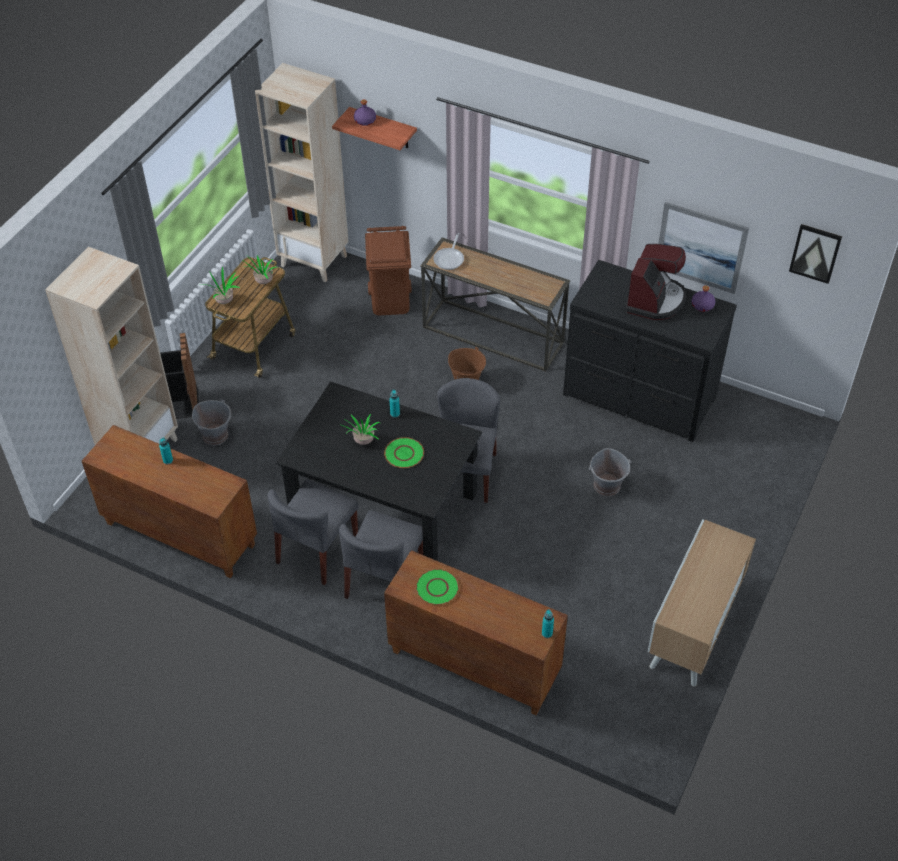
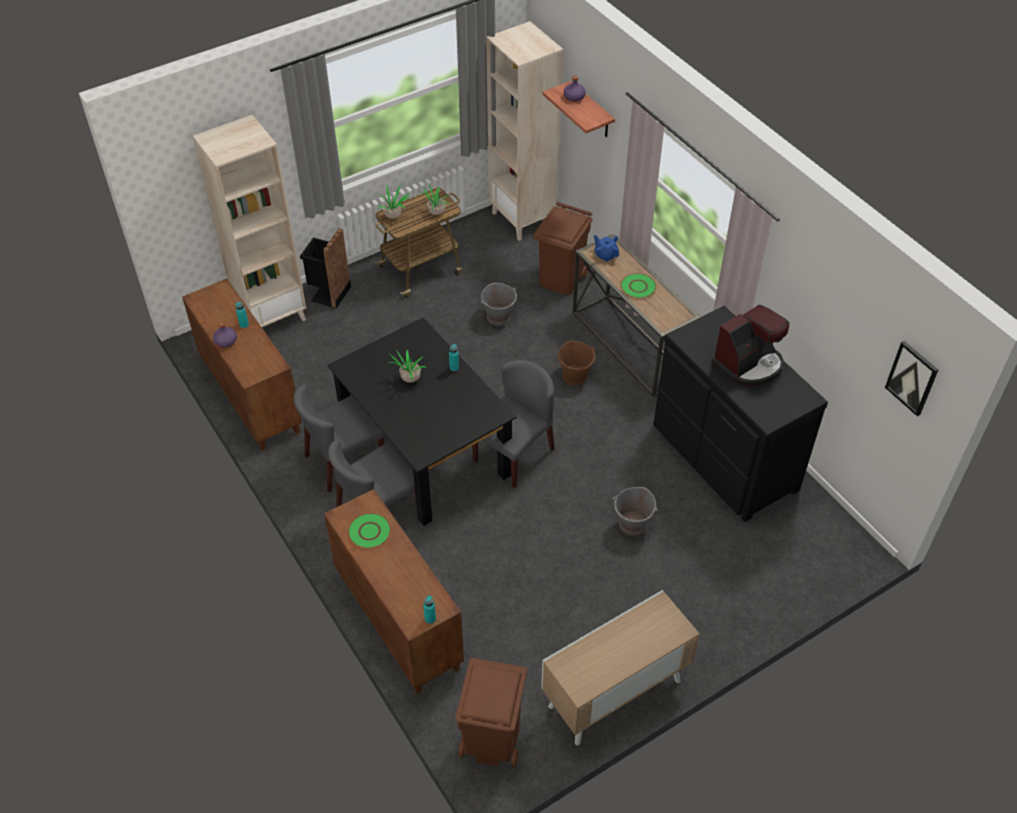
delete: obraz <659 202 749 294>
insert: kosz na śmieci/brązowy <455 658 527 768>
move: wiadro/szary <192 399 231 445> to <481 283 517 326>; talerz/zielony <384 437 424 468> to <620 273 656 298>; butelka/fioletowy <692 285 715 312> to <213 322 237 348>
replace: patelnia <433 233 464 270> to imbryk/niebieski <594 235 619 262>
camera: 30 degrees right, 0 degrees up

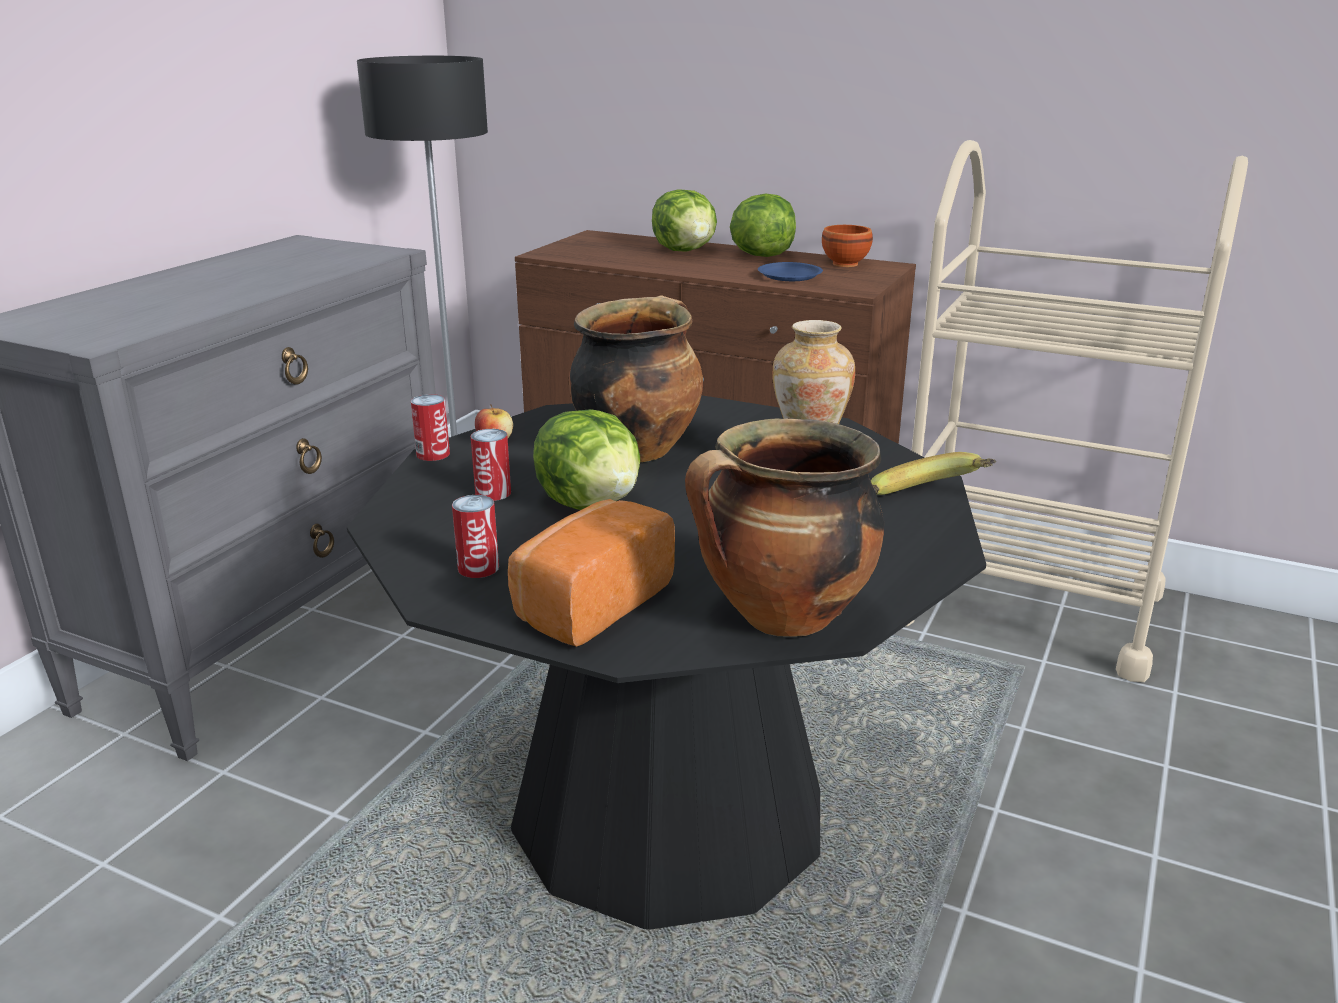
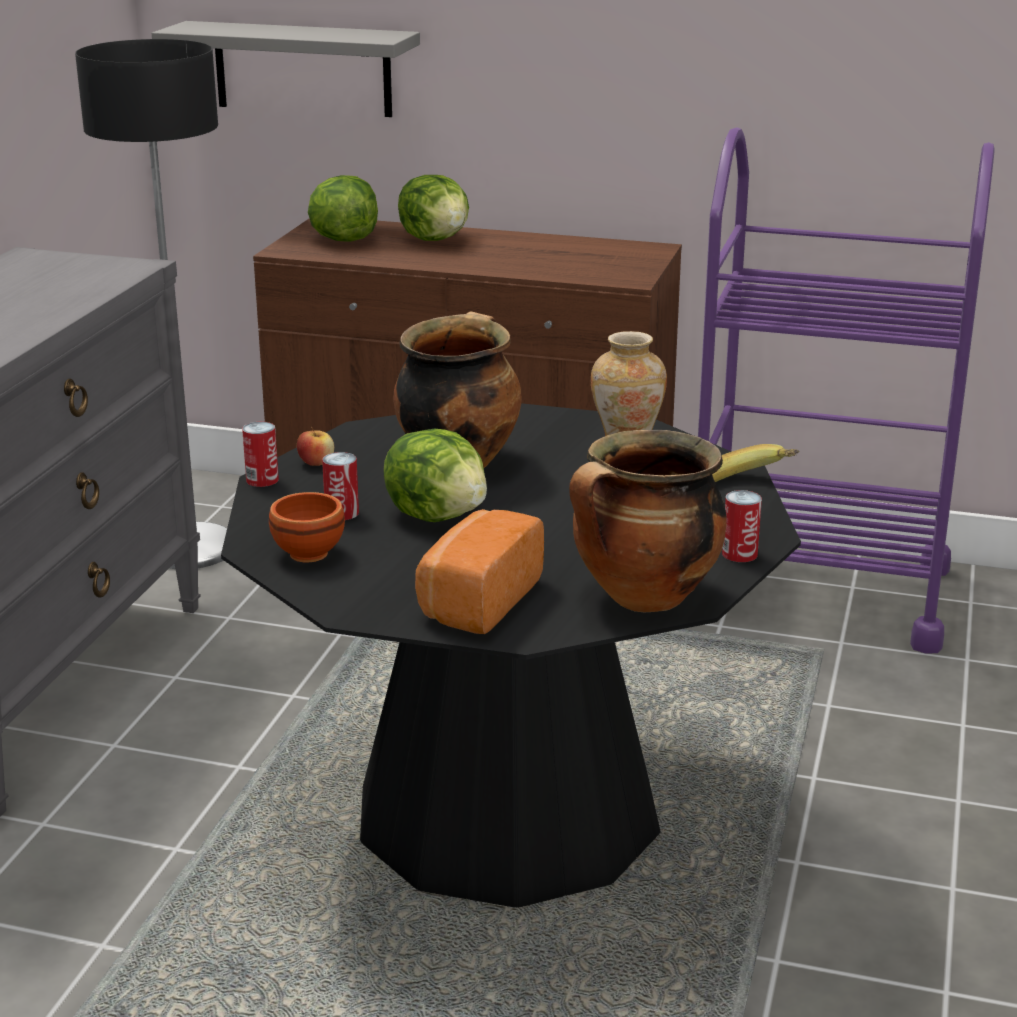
delete: talerz/niebieski <758 262 823 281>
insert: półka/szary <152 21 420 117>
move: puszka <452 495 499 578> to <722 490 762 562>; sałata <730 194 796 257> to <308 175 378 242>; miska/brązowy <822 225 873 267> to <269 492 345 562>
recolor: wózek/beżowy <906 140 1248 682> to wózek/fioletowy <698 127 995 654>
camera: 10 degrees left, 0 degrees up

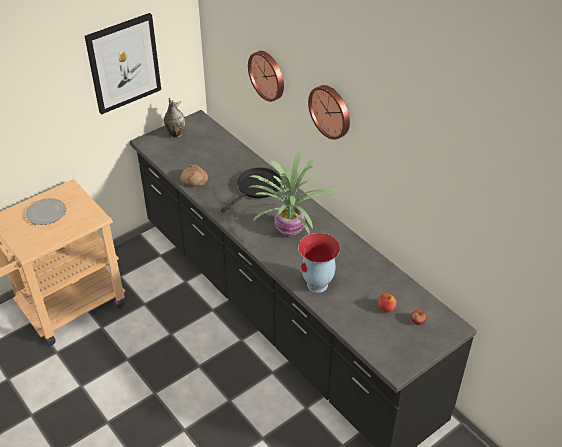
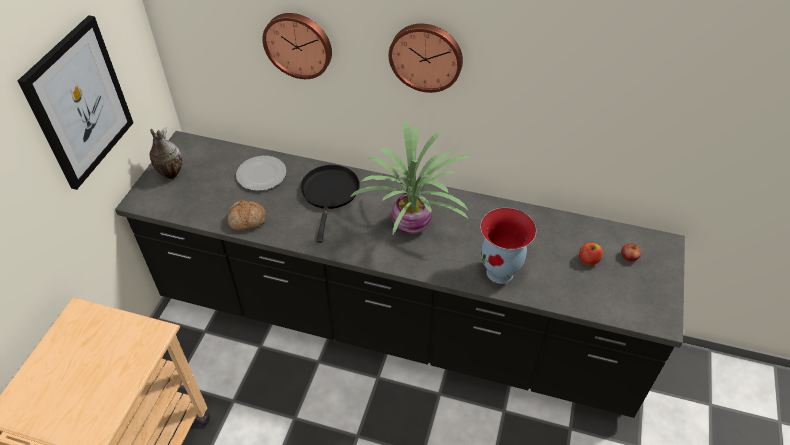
move: talerz <26 198 66 225> to <236 156 286 191>
camera: 35 degrees left, 5 degrees up

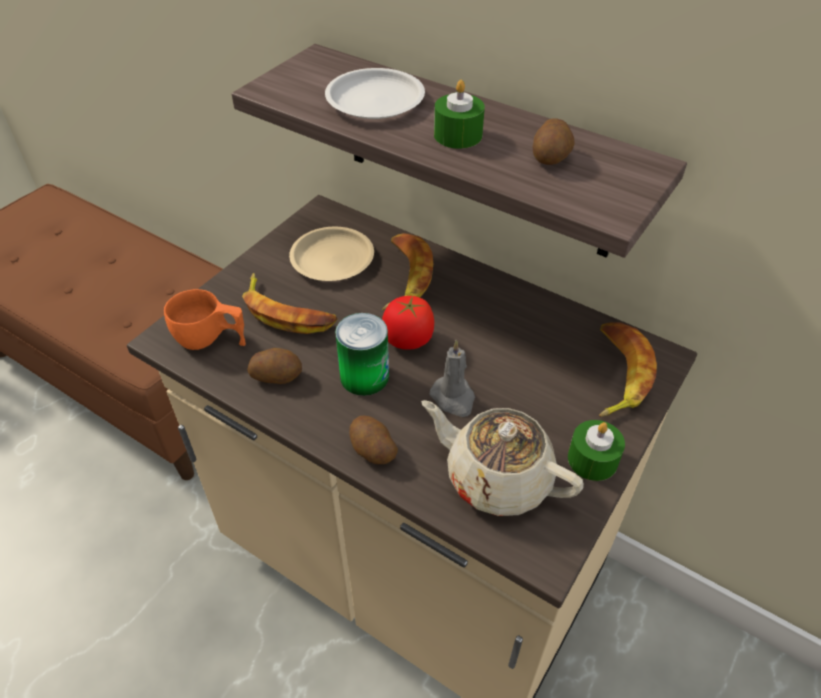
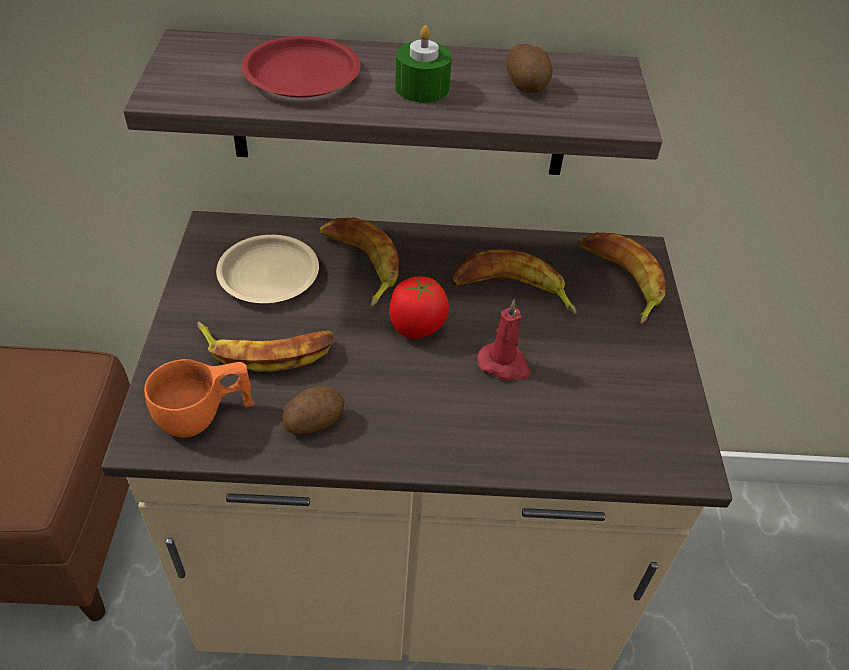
delete: puszka <335 313 389 396>; ziemniak <350 416 398 464>; imbryk/beżowy <421 400 584 516>; świeca/zielony <568 420 625 481>
insert: banan <451 249 577 314>
recolor: talerz/biały <325 68 425 119> to talerz/czerwony <241 36 361 98>; świeca/szary <430 340 475 417> to świeca/czerwony <477 299 531 380>
camera: 35 degrees left, 0 degrees up

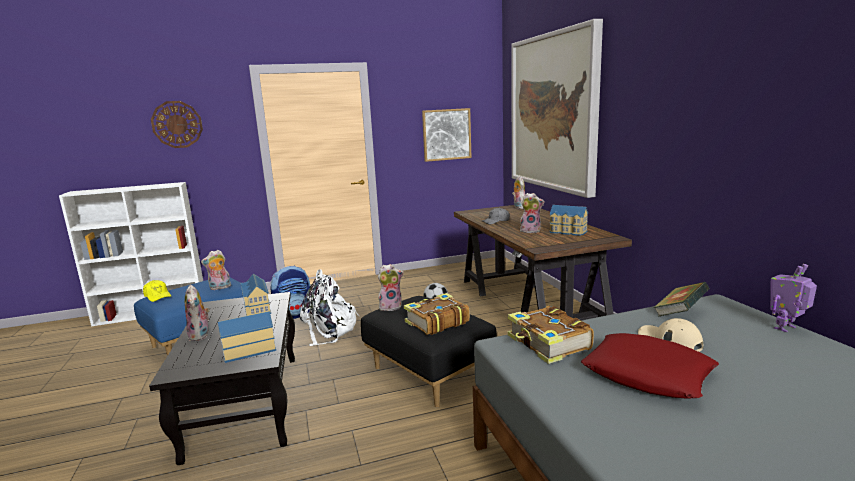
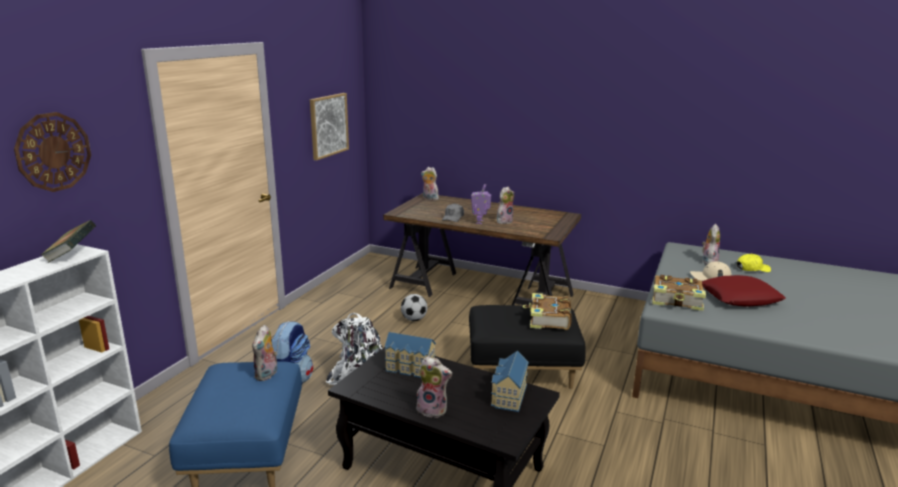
delete: obraz <511 19 603 198>; domek <549 205 588 236>
move: czapka z daszkiem/żółty <143 280 171 302> to <737 254 771 272>; pluszak <378 264 404 311> to <702 224 720 264>; książka <653 282 709 317> to <40 220 96 263>; robot zabawkowy <770 264 817 333> to <471 184 491 224>
camera: 50 degrees left, 5 degrees up

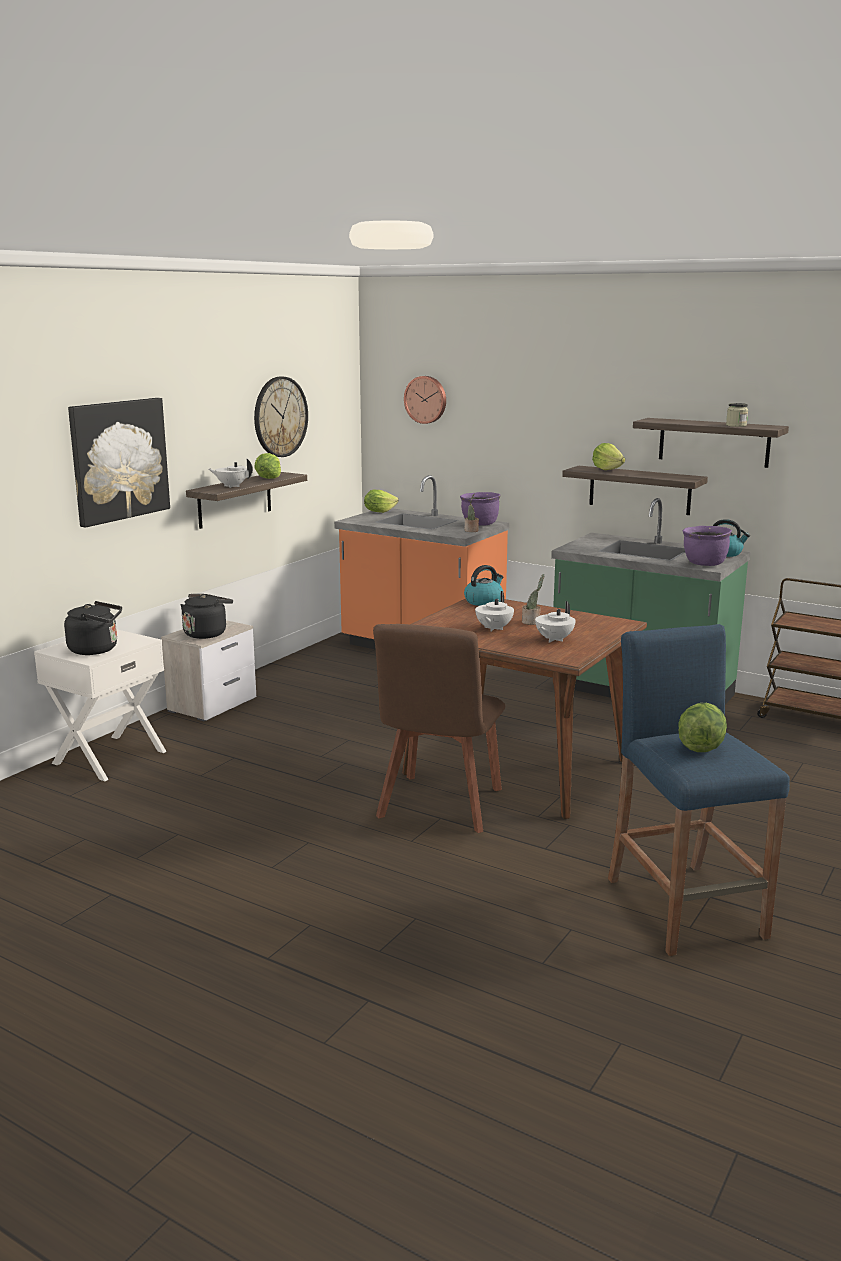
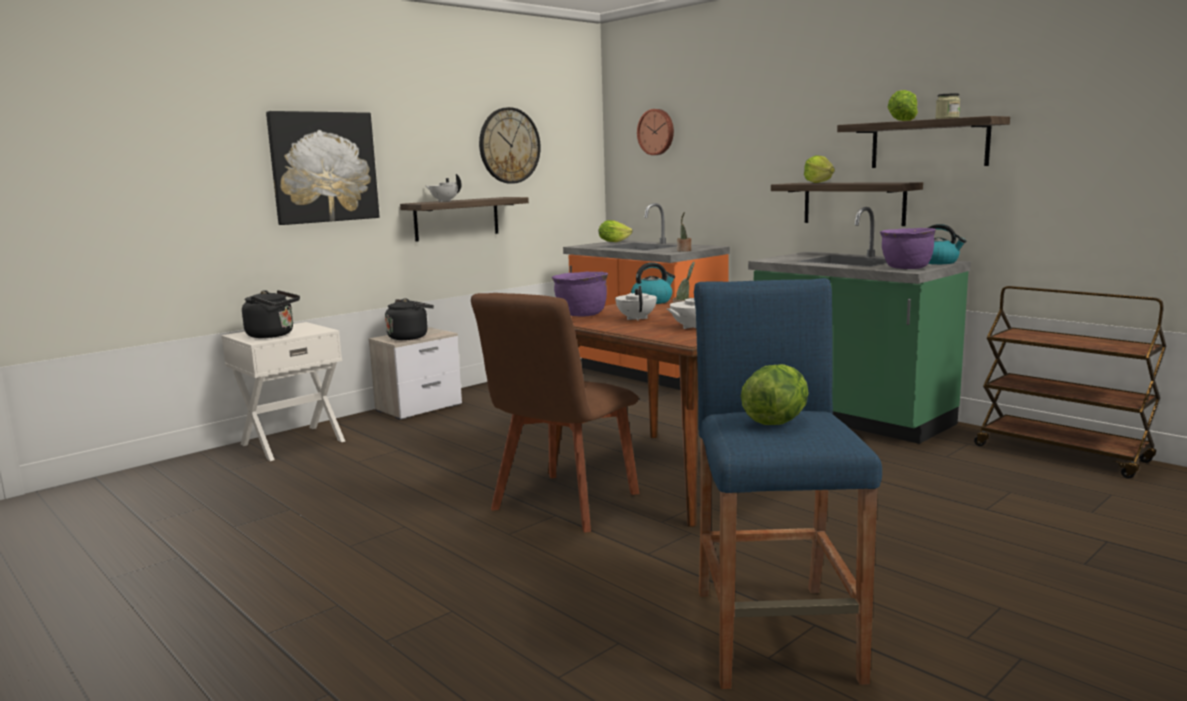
move: sałata <254 453 281 479> to <888 90 918 121>; garnek/fioletowy <460 492 500 526> to <552 271 608 316>
rotate: imbryk/biały <475 591 514 632> = <615 286 657 321> 135 degrees clockwise
camera: 15 degrees right, 5 degrees down

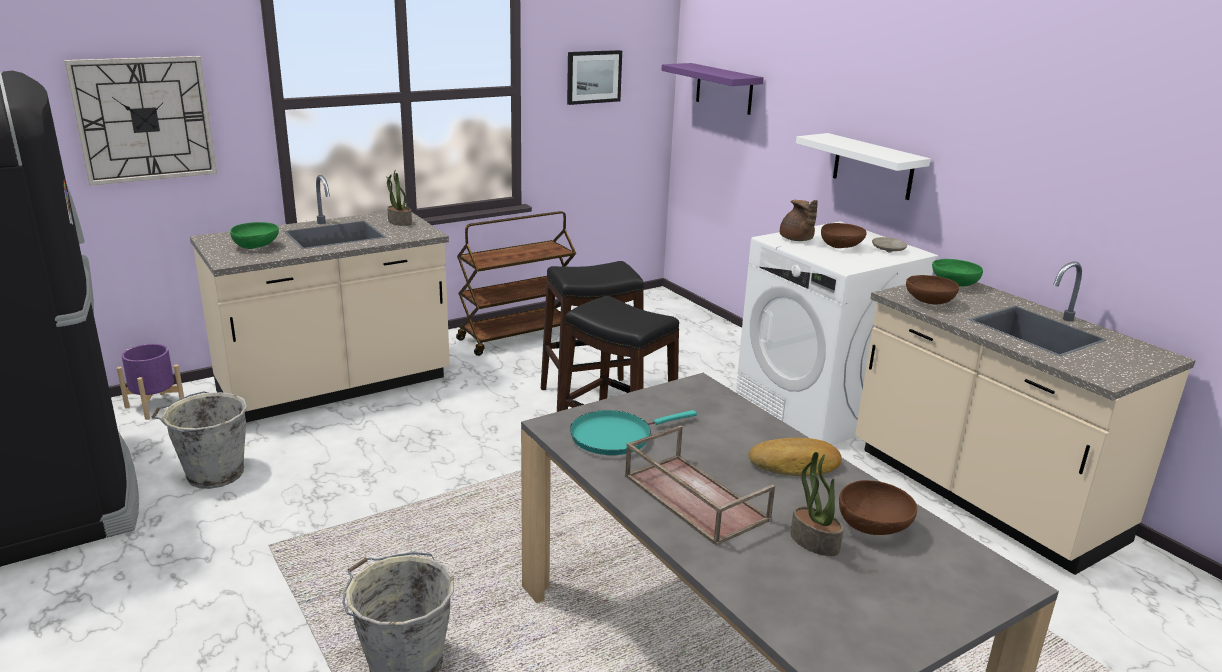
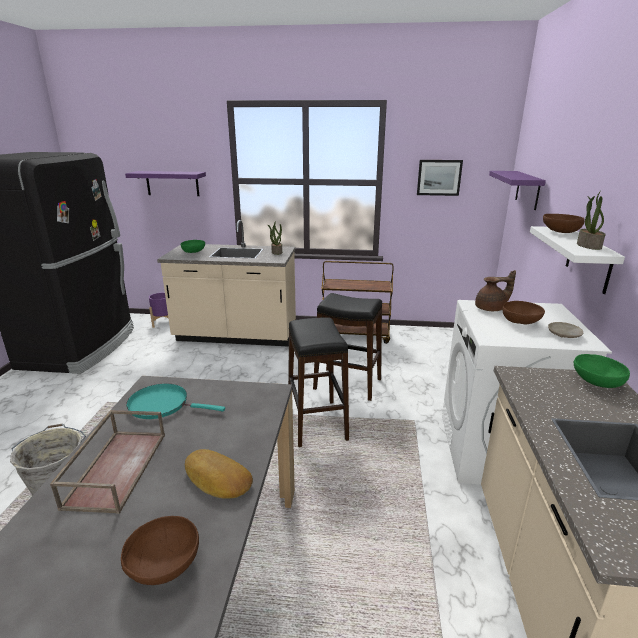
delete: wiadro/szary <152 391 247 489>
move: roślina doniczkowa <790 452 844 556> to <577 191 606 250>; miska/brązowy <906 275 959 305> to <543 214 585 233>
replace: zegar ścienny <64 56 217 186> to półka/fioletowy <125 171 206 196>
rotate: imbryk/brązowy <780 200 818 241> = <475 270 516 311> 120 degrees counterclockwise
camera: 40 degrees right, 0 degrees up

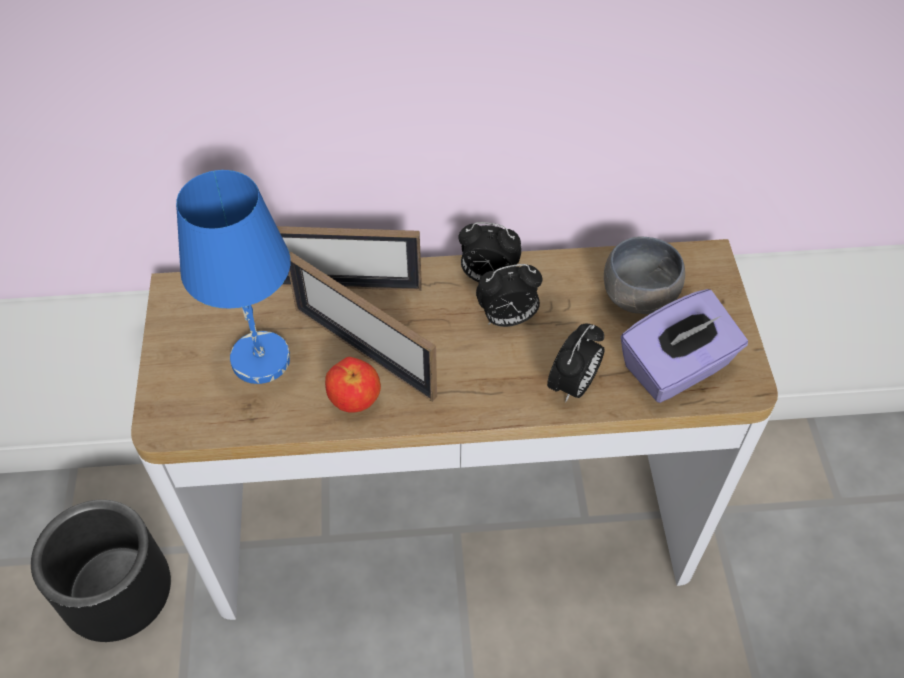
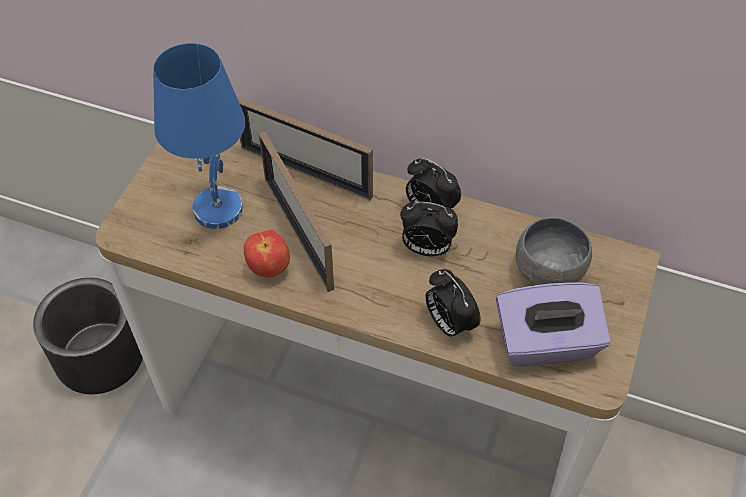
rotate: budzik <547 323 604 403> = <425 269 480 340> 90 degrees clockwise
camera: 25 degrees right, 0 degrees up

